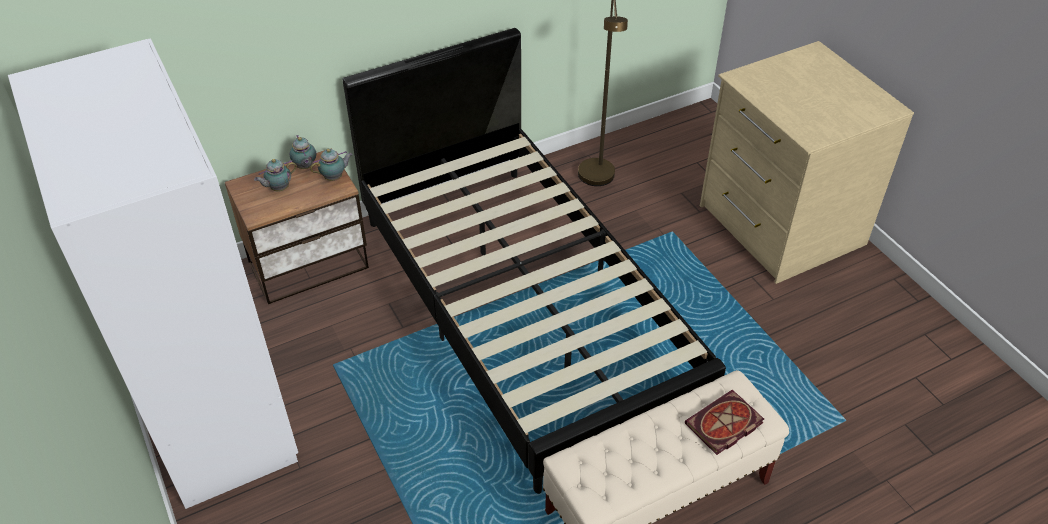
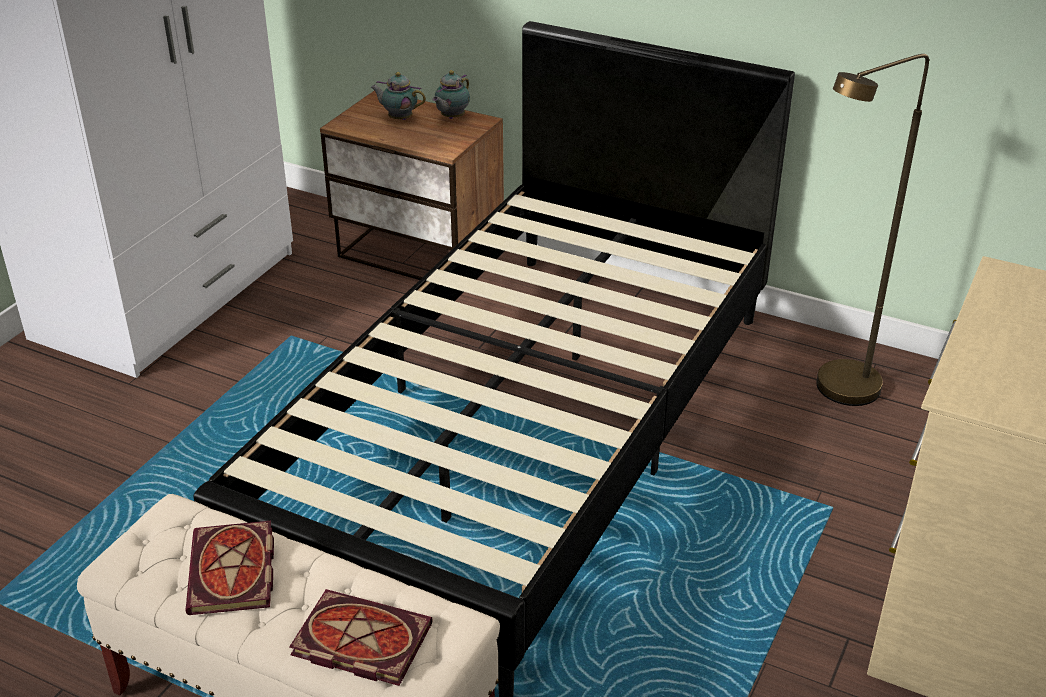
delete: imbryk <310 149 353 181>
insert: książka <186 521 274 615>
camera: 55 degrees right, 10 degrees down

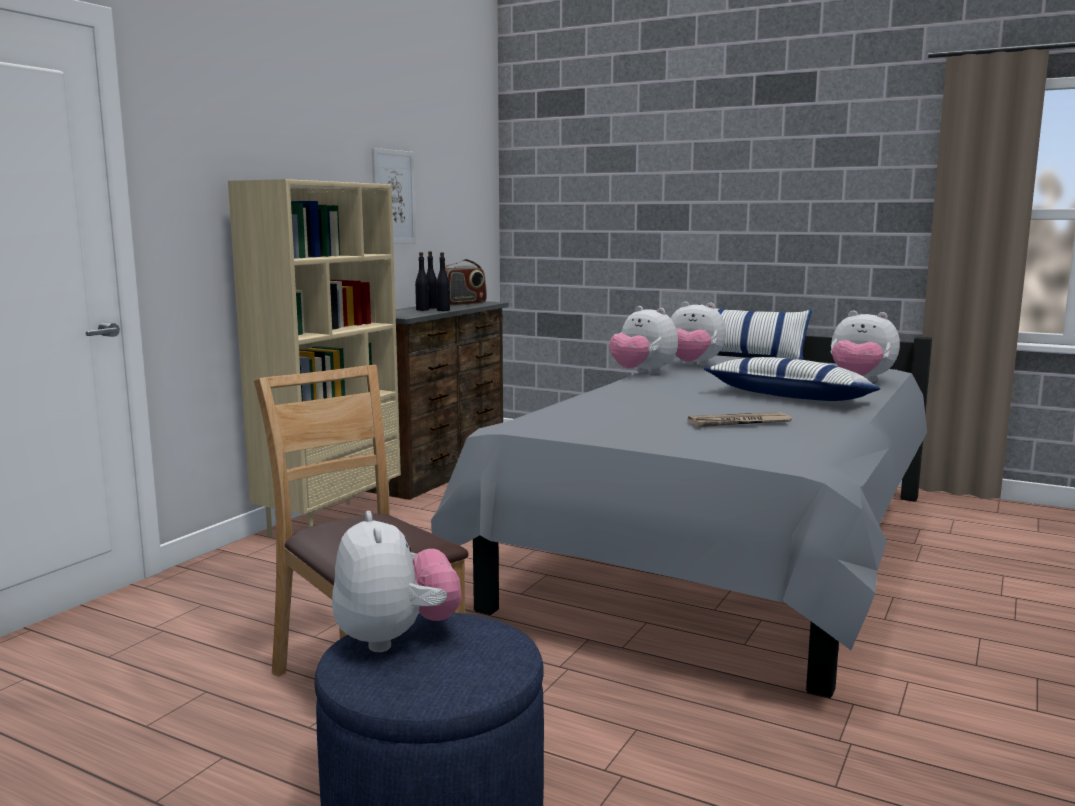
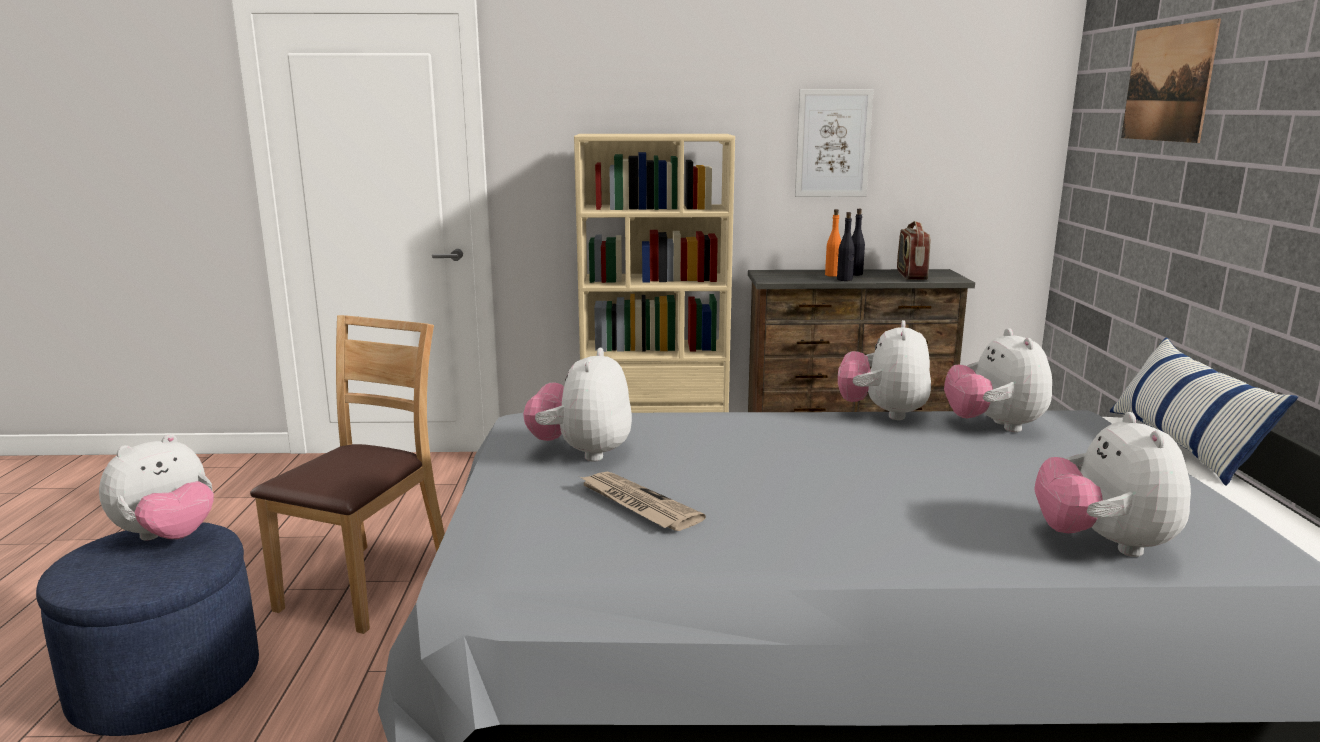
delete: poduszka <704 357 880 401>
insert: pluszak <523 348 632 462>; obraz <1121 18 1221 143>
recolor: butelka/czarny <415 252 429 311> to butelka/pomarańczowy <825 209 841 277>
rotate: radio <438 259 487 306> = <897 221 930 280> 75 degrees clockwise
camera: 60 degrees right, 5 degrees up

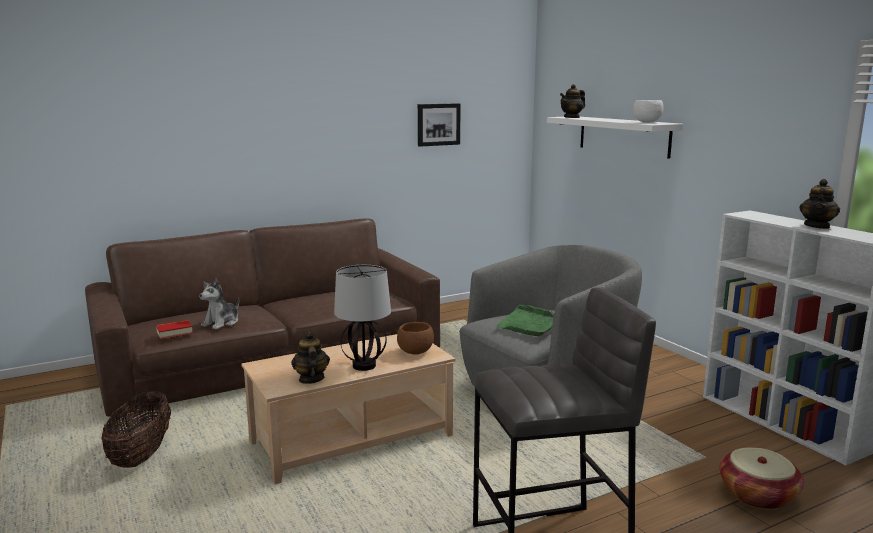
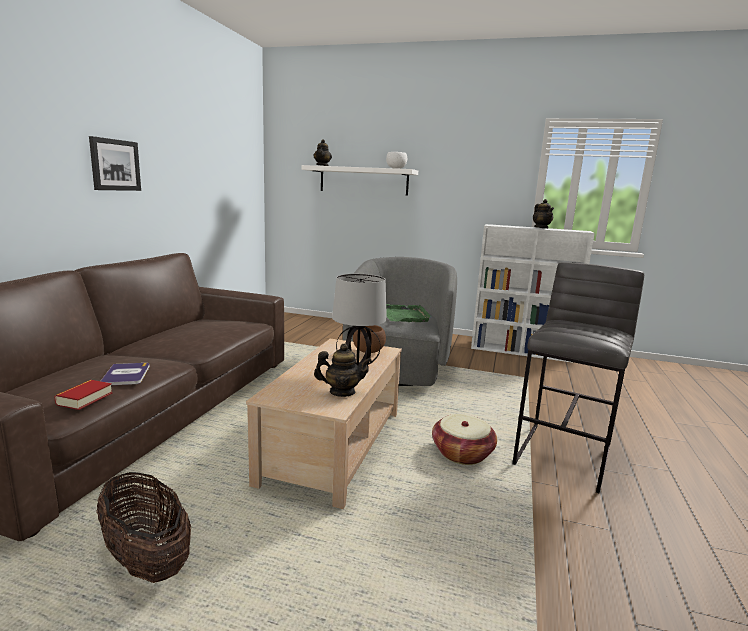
move: obraz <418 103 461 147> to <89 136 141 191>; koszyk <720 447 804 510> to <432 414 497 465>
replace: pluszak <199 278 239 329> to książka <101 363 150 385>
rotate: imbryk <291 331 330 384> = <314 343 372 397> 150 degrees clockwise
camera: 45 degrees left, 0 degrees up

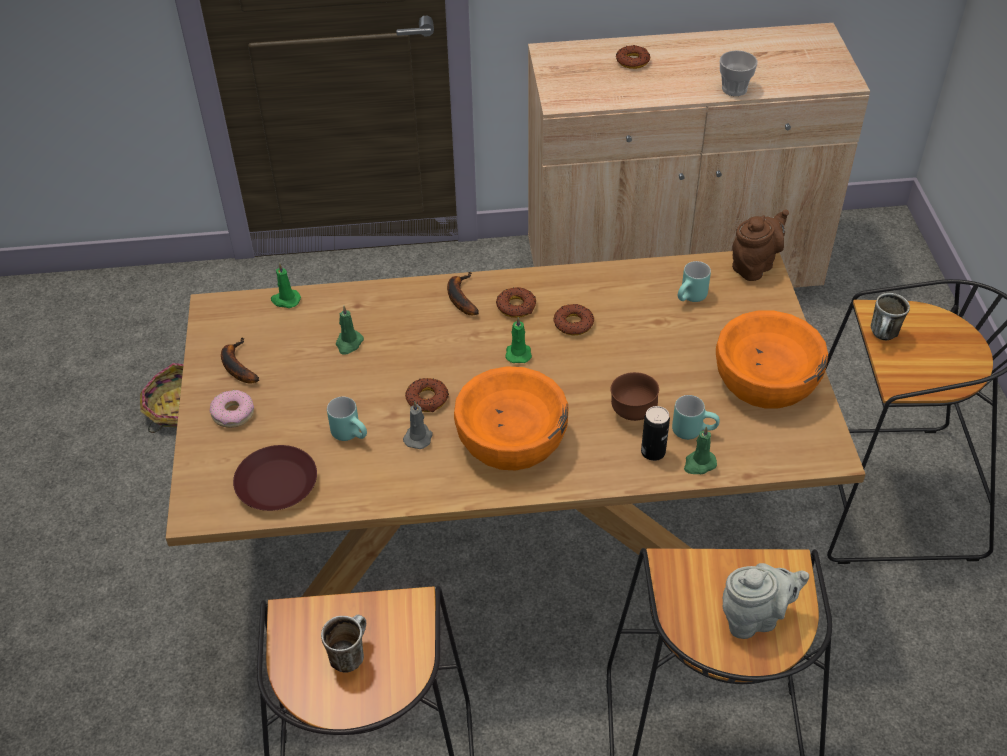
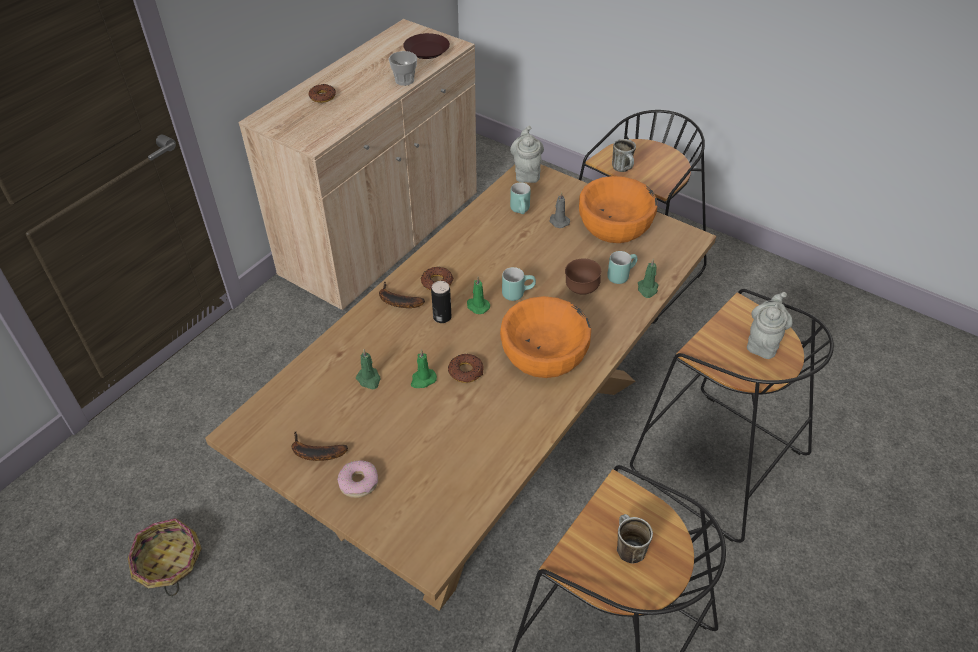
delete: donut <553 304 594 336>
move: talerz/brązowy <233 445 317 511> to <403 33 450 59>; świeca/zielony <271 263 301 308> to <411 349 437 388>; kubek/turkusowy <327 397 367 441> to <502 267 536 301>; świeca/szary <403 401 433 449> to <549 192 570 228>; puszka <641 406 670 461> to <431 281 451 323>
recolor: imbryk/brązowy <732 209 789 281> to imbryk/szary <510 126 544 183>
camera: 50 degrees left, 0 degrees up

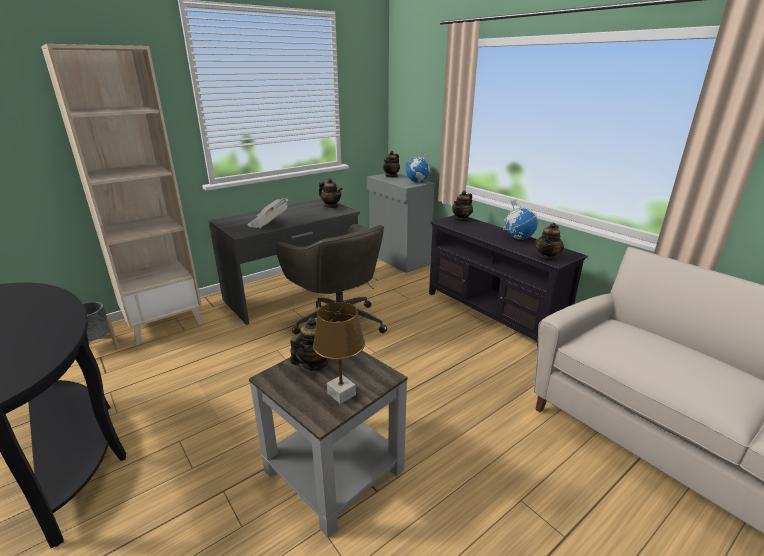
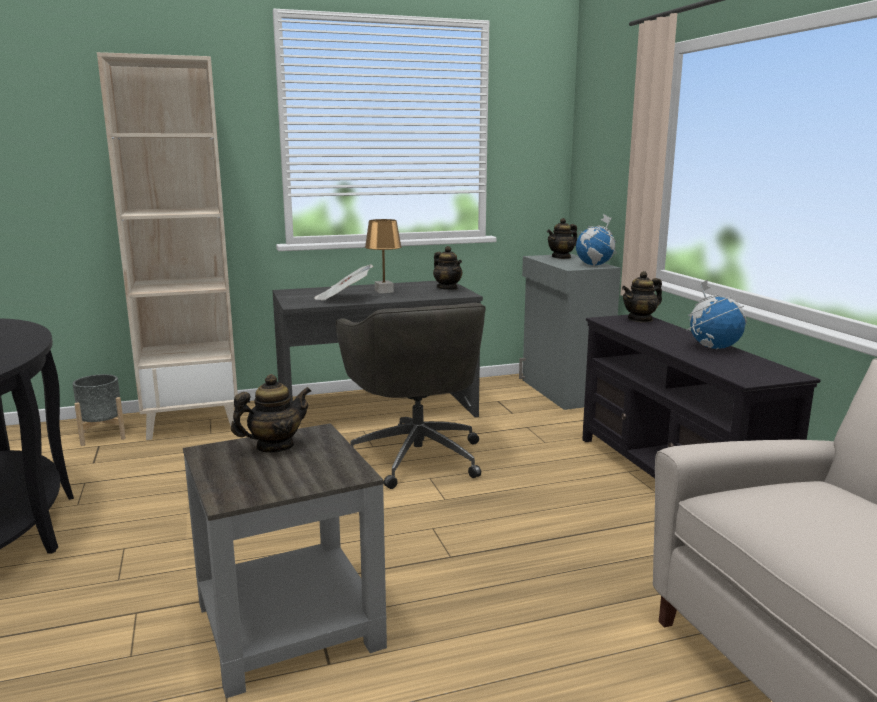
delete: imbryk <535 222 564 261>
move: lampa stołowa/brązowy <313 302 365 404> to <365 219 402 294>
camera: 20 degrees right, 10 degrees down

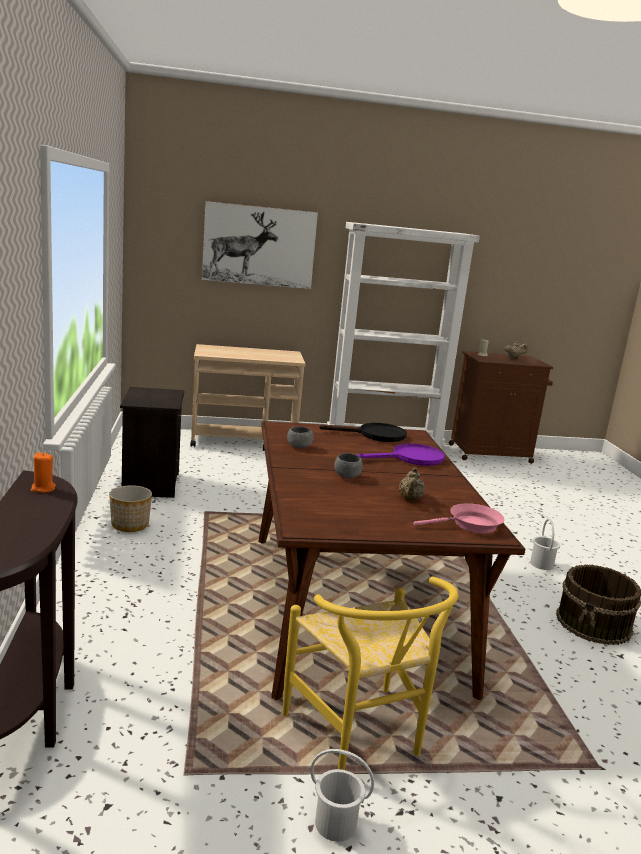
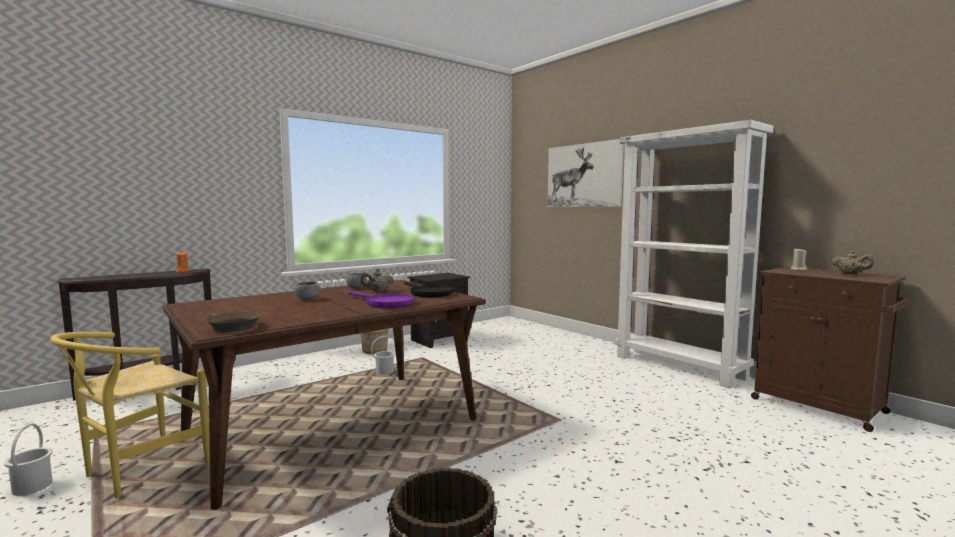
delete: wózek/beżowy <190 344 306 451>
move: imbryk/beżowy <399 468 425 500> to <360 268 394 292>; wiadro/biały <530 519 560 570> to <371 336 396 375>
recolor: patelnia/różowy <414 503 505 533> to patelnia/brązowy <205 312 261 332>
camera: 60 degrees right, 10 degrees down

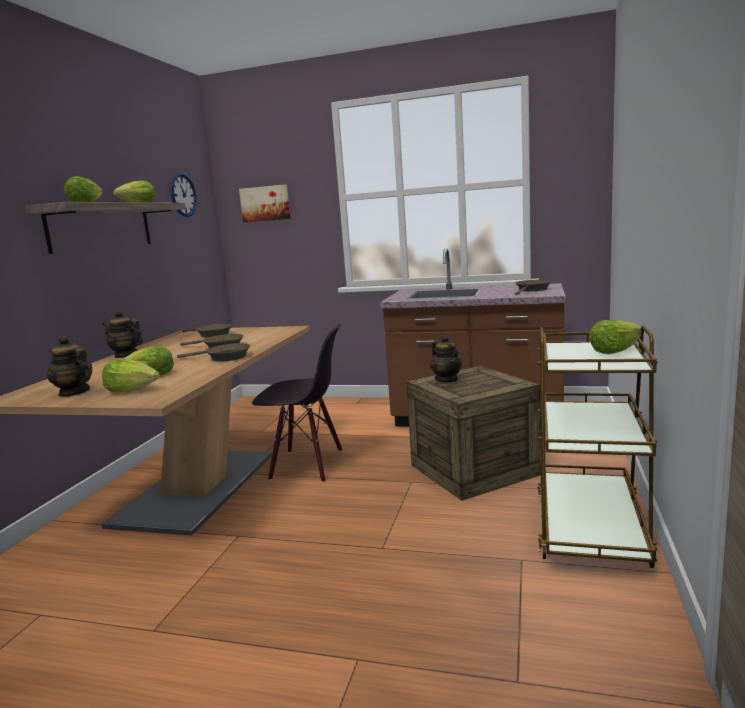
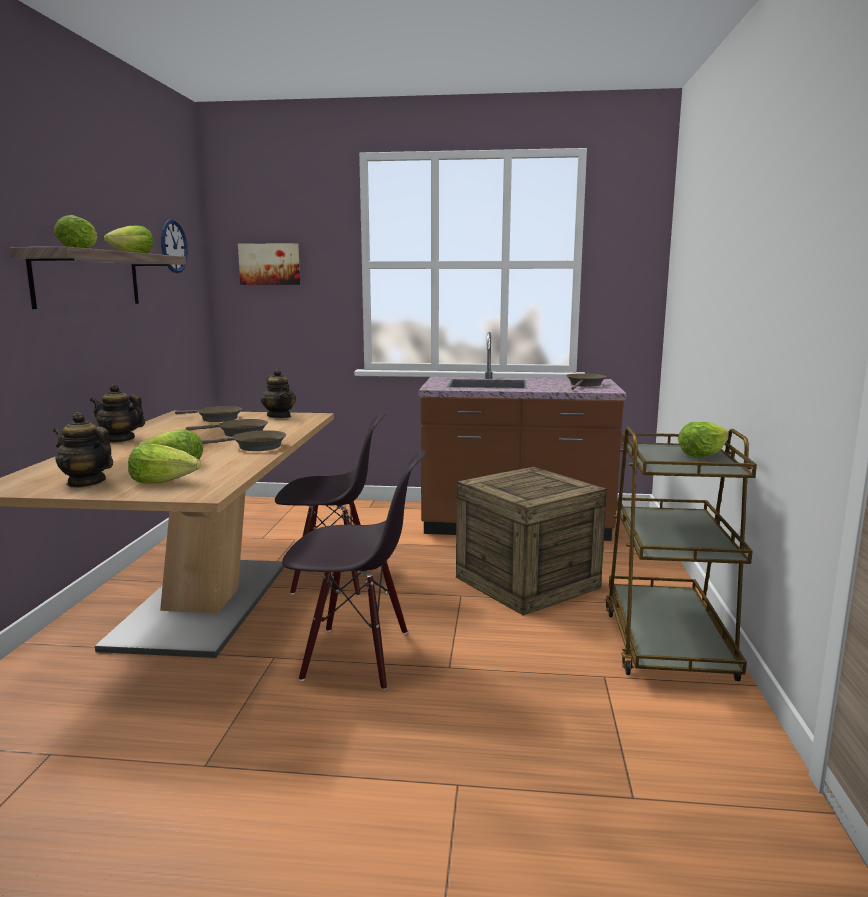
insert: krzesło/czarny <282 450 426 690>
move: imbryk <430 335 462 382> to <261 369 296 418>
camera: 10 degrees left, 0 degrees up

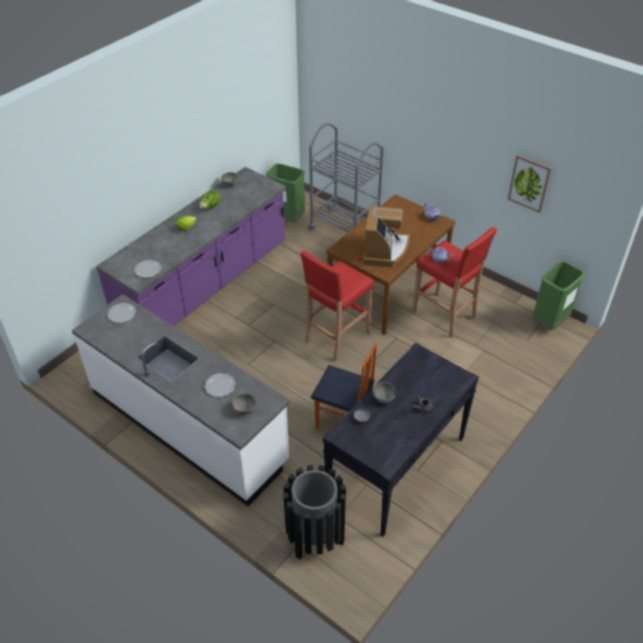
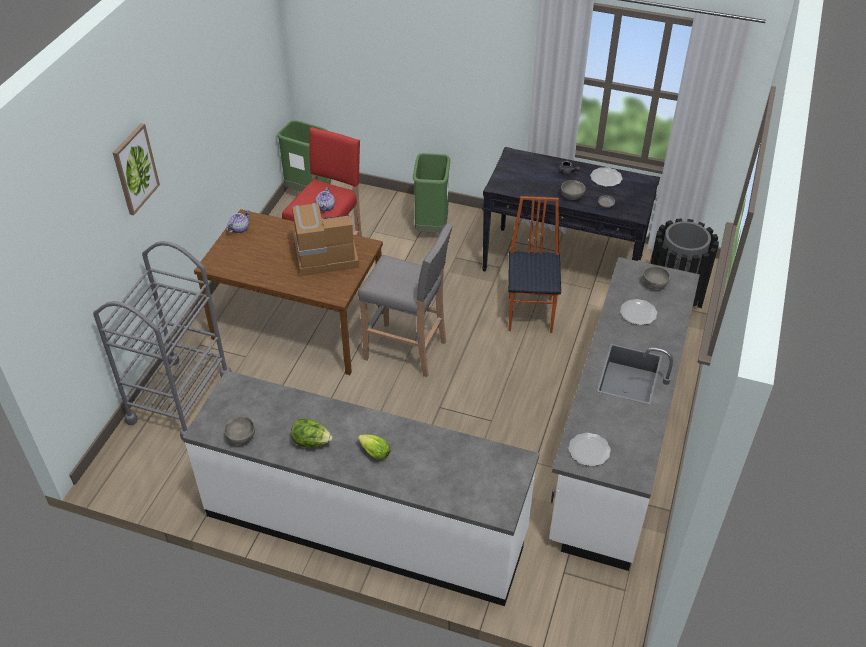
move: talerz <134 260 161 278> to <590 167 623 187>; kosz na śmieci/zielony <266 163 305 222> to <413 153 450 233>; obraz <508 155 552 213> to <113 123 160 215>
recolor: zabudowa kuchenna/fioletowy <96 167 286 326> to zabudowa kuchenna/biały <183 370 539 606>; stołek/czerwony <300 250 374 361> to stołek/szary <358 223 453 377>
camera: 110 degrees left, 0 degrees up

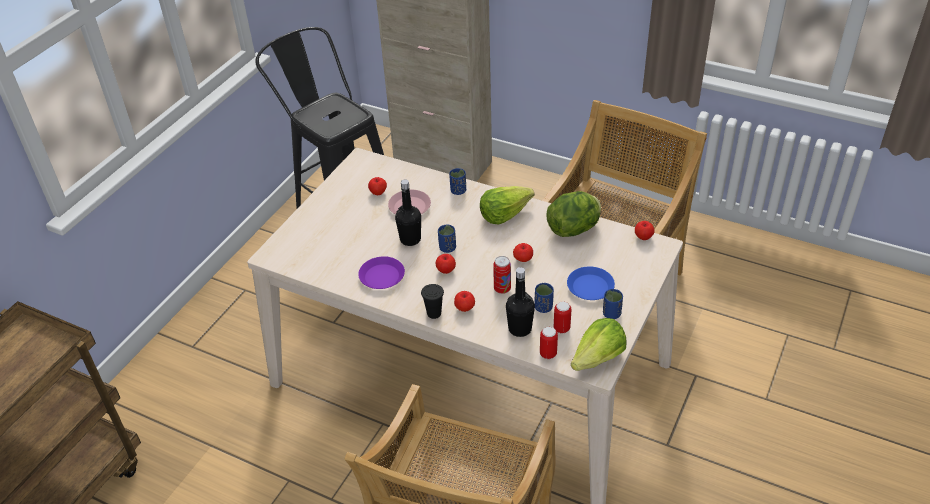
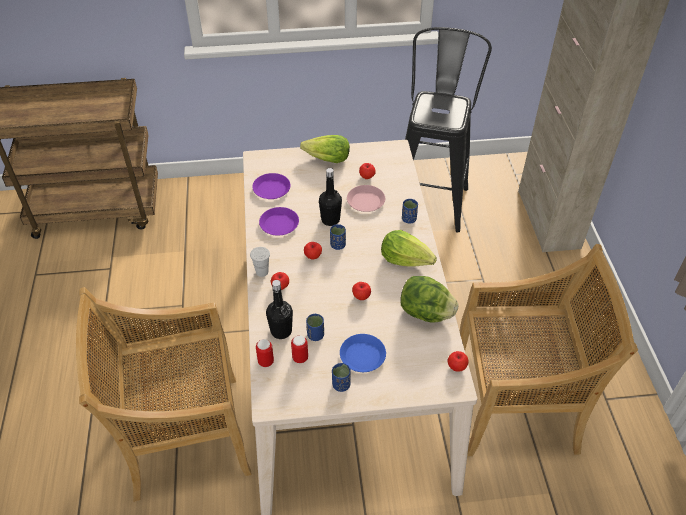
delete: puszka <493 256 511 294>
insert: talerz/fioletowy <252 173 290 199>
move: sałata <571 318 627 371> to <300 135 350 163>
recolor: filiżanka/czarny <421 284 444 319> to filiżanka/biały <250 247 270 277>
camera: 55 degrees right, 5 degrees up

